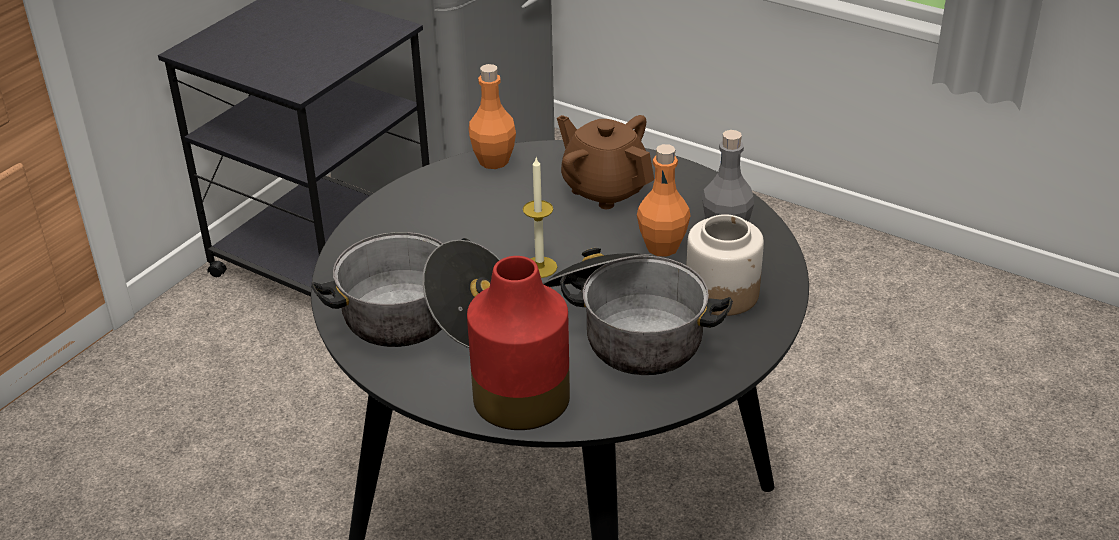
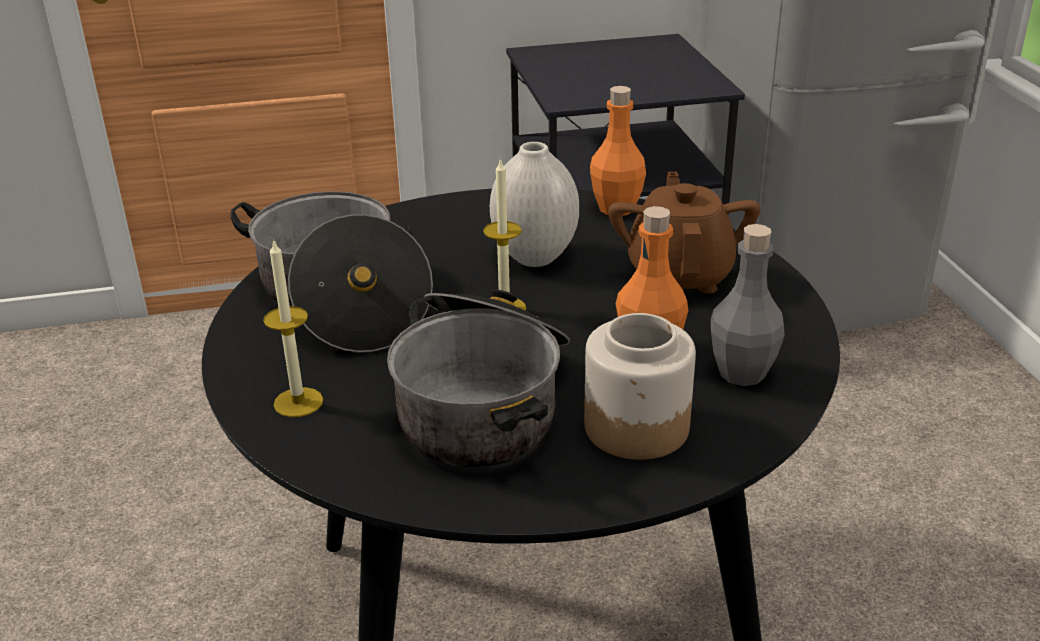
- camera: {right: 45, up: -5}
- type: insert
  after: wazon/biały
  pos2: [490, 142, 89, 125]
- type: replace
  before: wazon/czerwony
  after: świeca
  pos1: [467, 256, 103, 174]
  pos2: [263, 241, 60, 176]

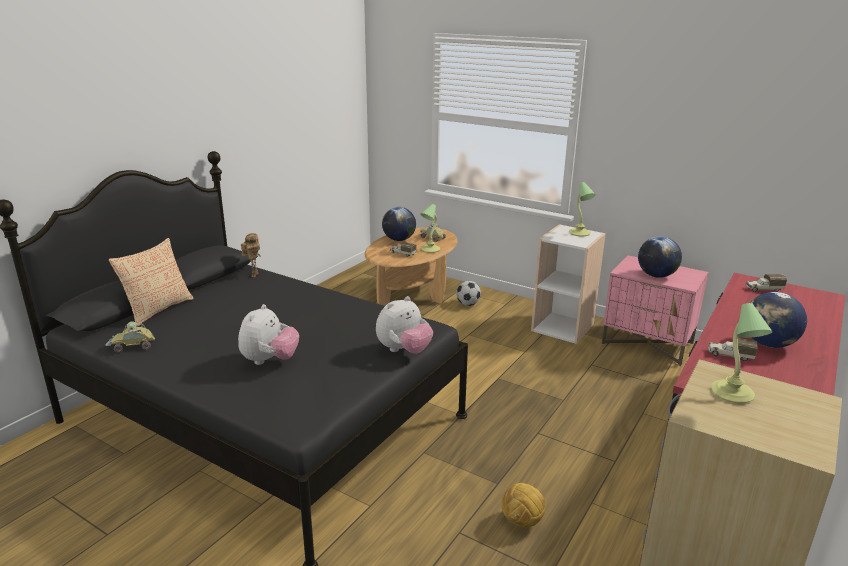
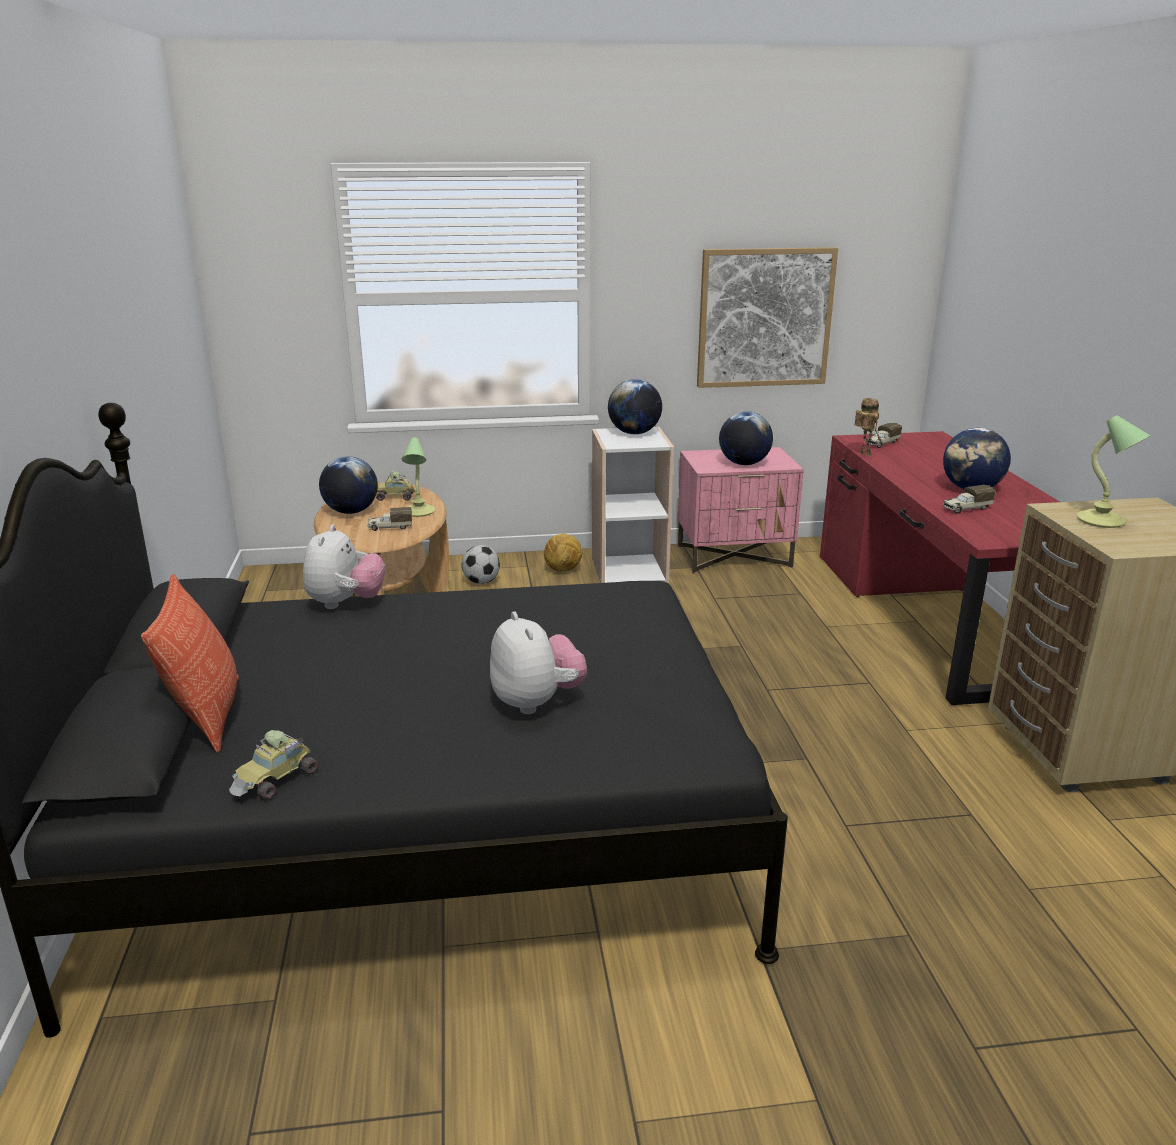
- camera: {right: -40, up: 0}
- type: insert
  after: obraz
  pos2: [697, 247, 141, 141]
- type: move
  before: robot zabawkowy
  pos1: [241, 233, 19, 44]
  pos2: [854, 398, 27, 58]
- type: move
  before: pluszak
  pos1: [376, 296, 57, 58]
  pos2: [303, 525, 82, 84]
- type: move
  before: piłka futbolowa
  pos1: [502, 483, 43, 45]
  pos2: [544, 534, 38, 38]
- type: replace
  before: lampa stołowa
  after: globus
  pos1: [569, 182, 27, 55]
  pos2: [608, 379, 54, 55]
- type: recolor
  before: poduszka/beżowy
  after: poduszka/pomarańczowy
  pos1: [109, 238, 85, 89]
  pos2: [141, 574, 98, 179]

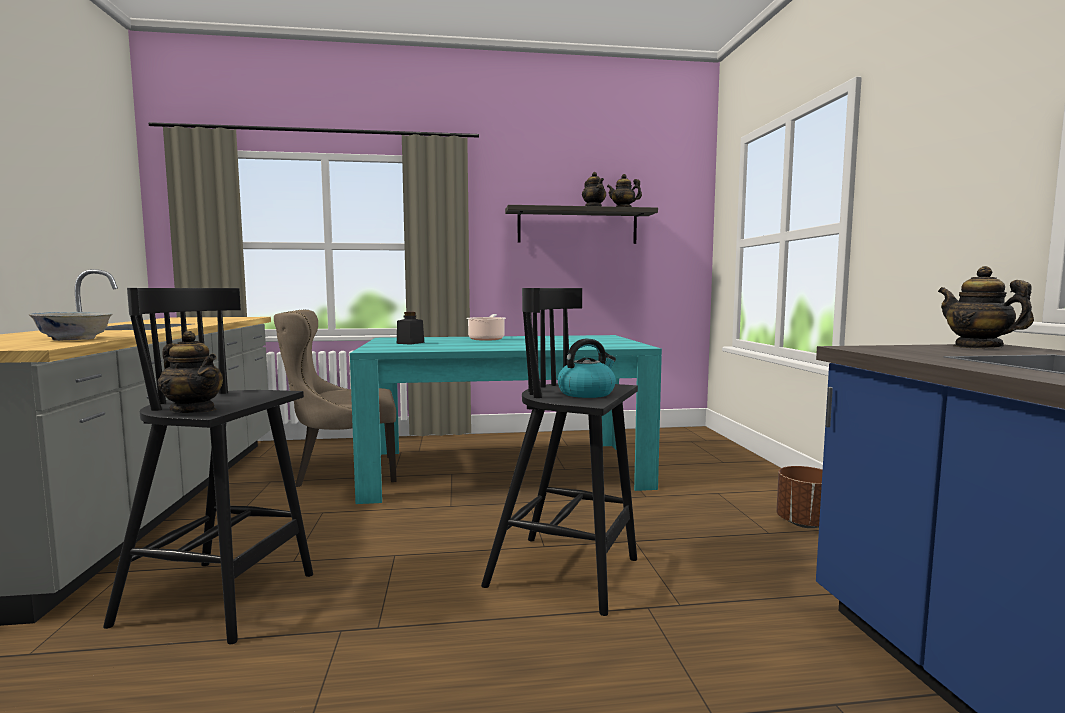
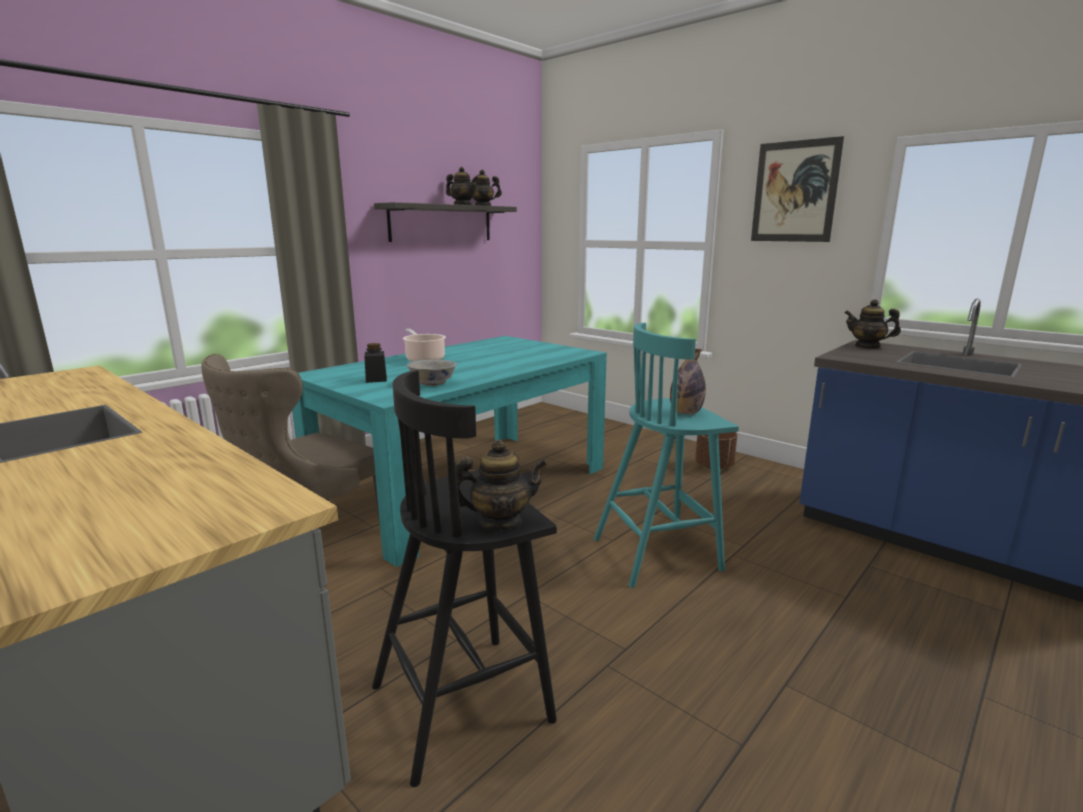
- camera: {right: -40, up: 10}
- type: insert
  after: obraz
  pos2: [751, 136, 93, 106]
- type: move
  before: miska/biały
  pos1: [29, 312, 84, 29]
  pos2: [406, 359, 51, 27]
- type: replace
  before: czajnik
  after: butelka
  pos1: [558, 339, 58, 59]
  pos2: [670, 349, 36, 65]
- type: recolor
  before: stołek/czarny
  after: stołek/turkusowy
  pos1: [481, 288, 157, 328]
  pos2: [594, 323, 145, 265]

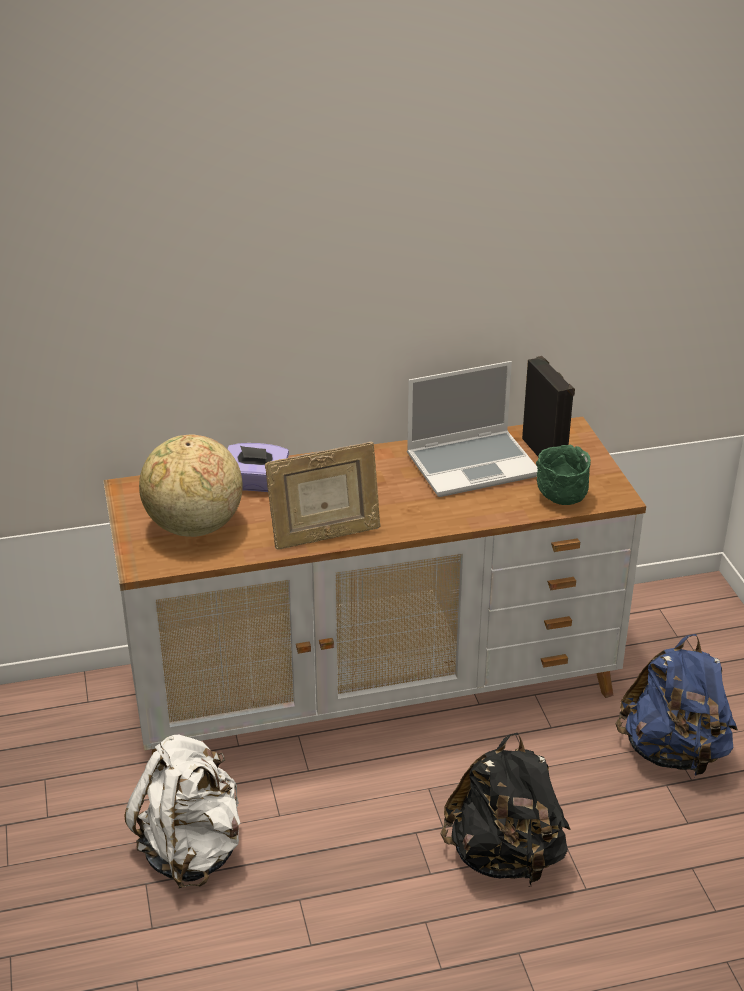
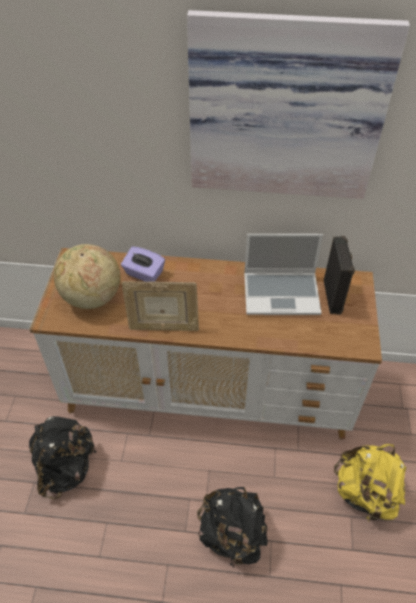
- camera: {right: 20, up: 15}
- type: delete
  before: miska/zielony
  pos1: [536, 445, 55, 60]
- type: insert
  after: obraz
  pos2: [187, 10, 223, 189]
- type: recolor
  before: plecak/biały
  after: plecak/czarny
  pos1: [124, 735, 116, 153]
  pos2: [29, 416, 67, 83]
- type: recolor
  before: plecak/niebieski
  after: plecak/żółty
  pos1: [615, 634, 123, 144]
  pos2: [334, 444, 72, 79]

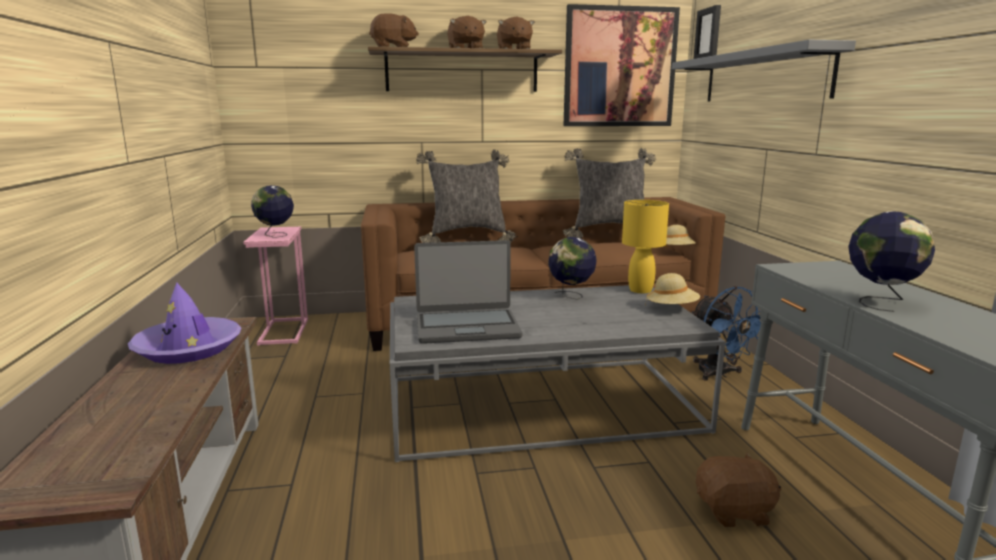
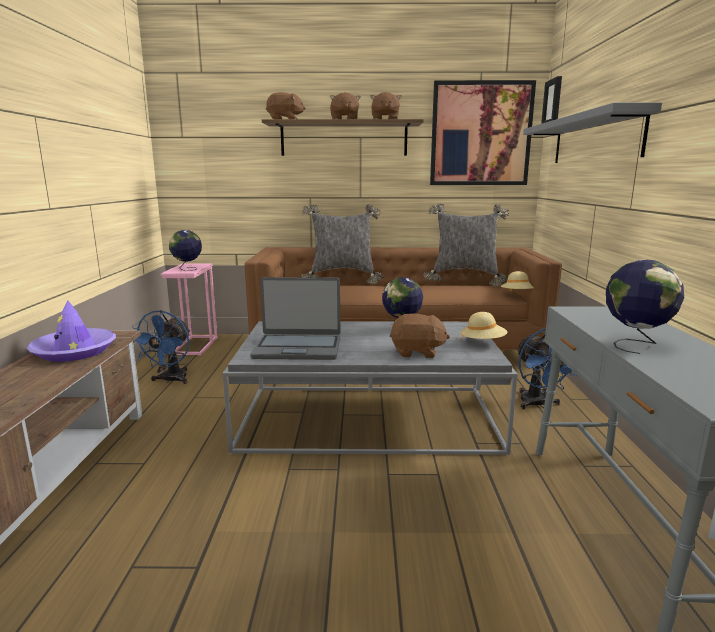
- camera: {right: 10, up: 0}
- type: delete
  before: lampa stołowa/żółty
  pos1: [622, 200, 47, 93]
- type: insert
  after: wentylator/niebieski
  pos2: [132, 310, 58, 74]
- type: move
  before: pluszak/brązowy
  pos1: [695, 453, 86, 74]
  pos2: [390, 314, 60, 44]

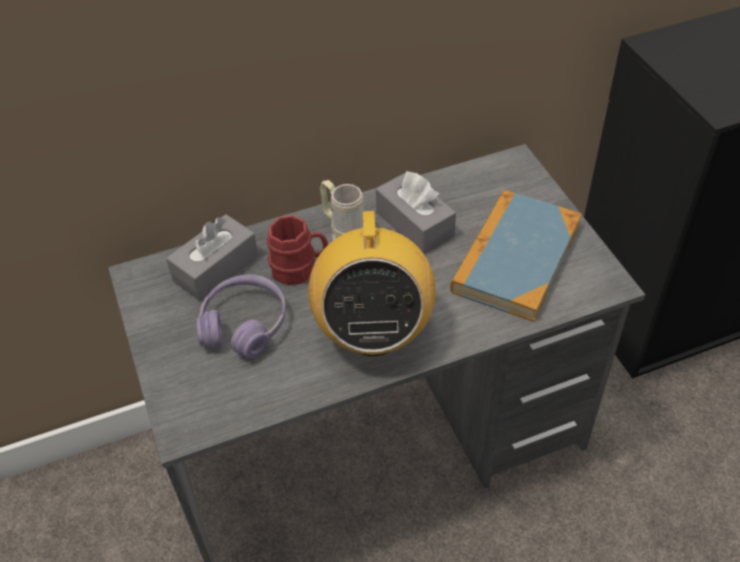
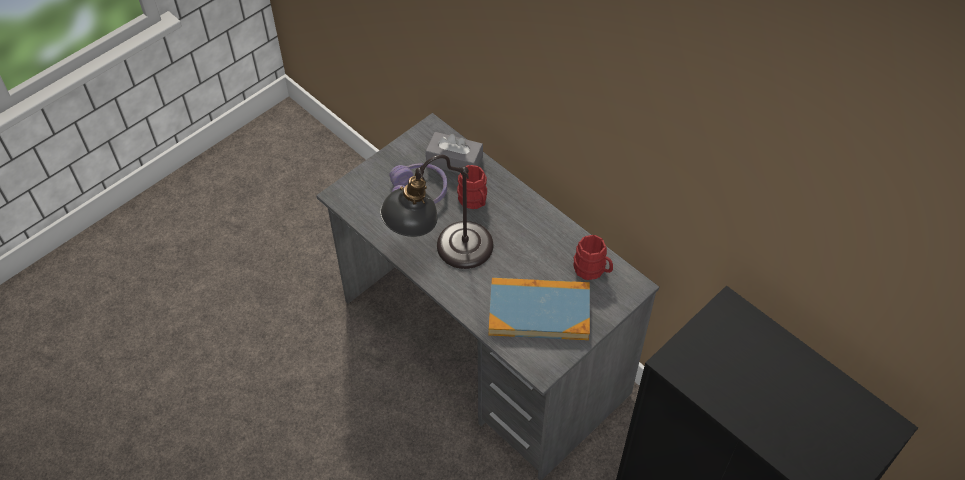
- camera: {right: 65, up: 5}
- type: delete
  before: kubek/beżowy
  pos1: [320, 180, 44, 58]
- type: delete
  before: pudełko chusteczek/szary
  pos1: [376, 171, 80, 83]
- type: insert
  after: kubek/czerwony
  pos2: [574, 235, 39, 45]
- type: replace
  before: radio
  after: lampa stołowa/szary
  pos1: [308, 210, 128, 146]
  pos2: [380, 155, 113, 114]

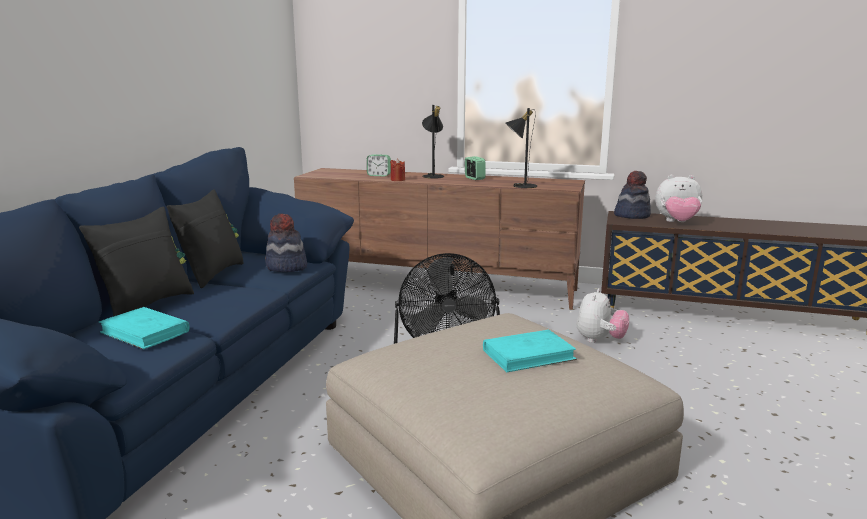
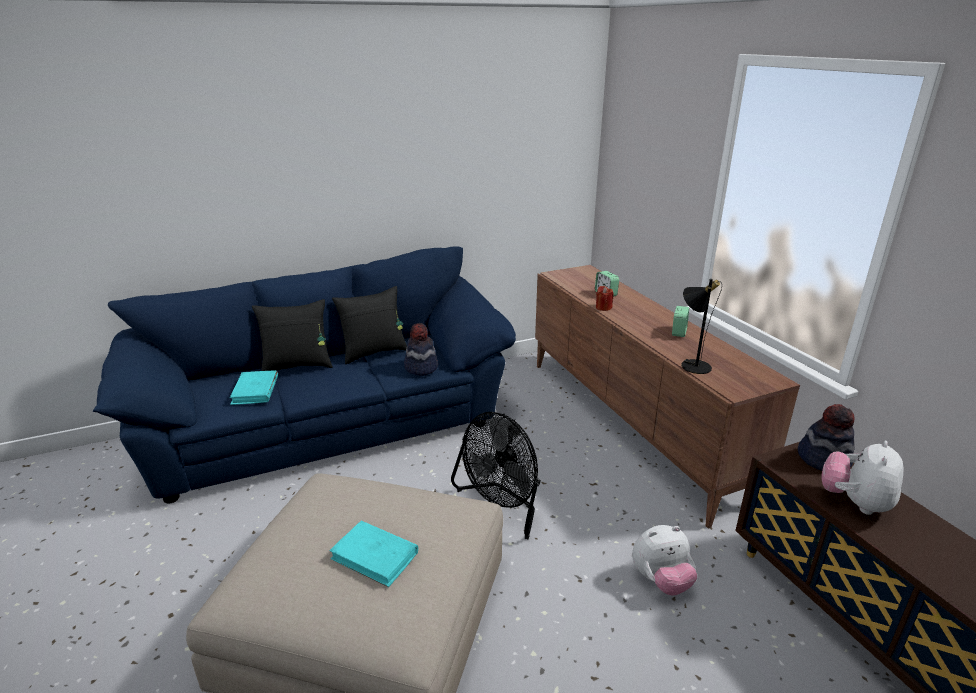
- camera: {right: 50, up: 10}
- type: delete
  before: lampa stołowa/czarny
  pos1: [422, 105, 22, 74]
- type: rotate
  before: pluszak
  pos1: [655, 175, 47, 47]
  pos2: [821, 440, 83, 75]
  turn: 60

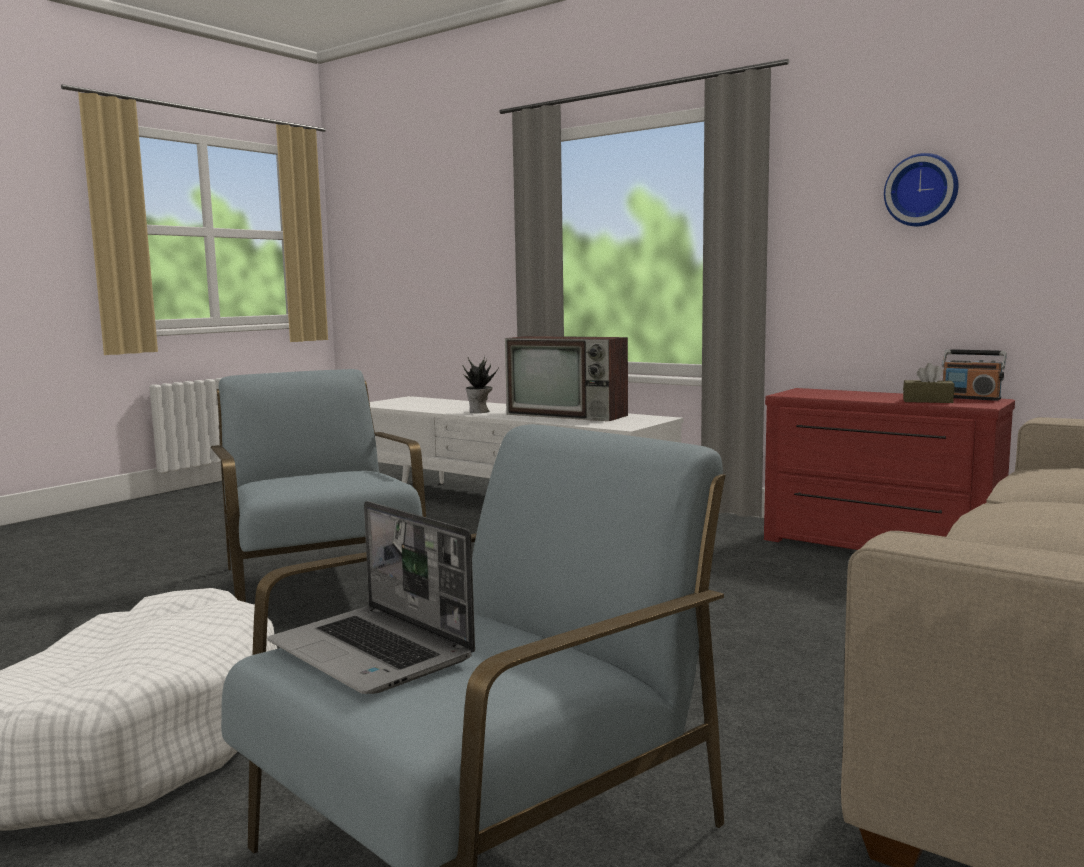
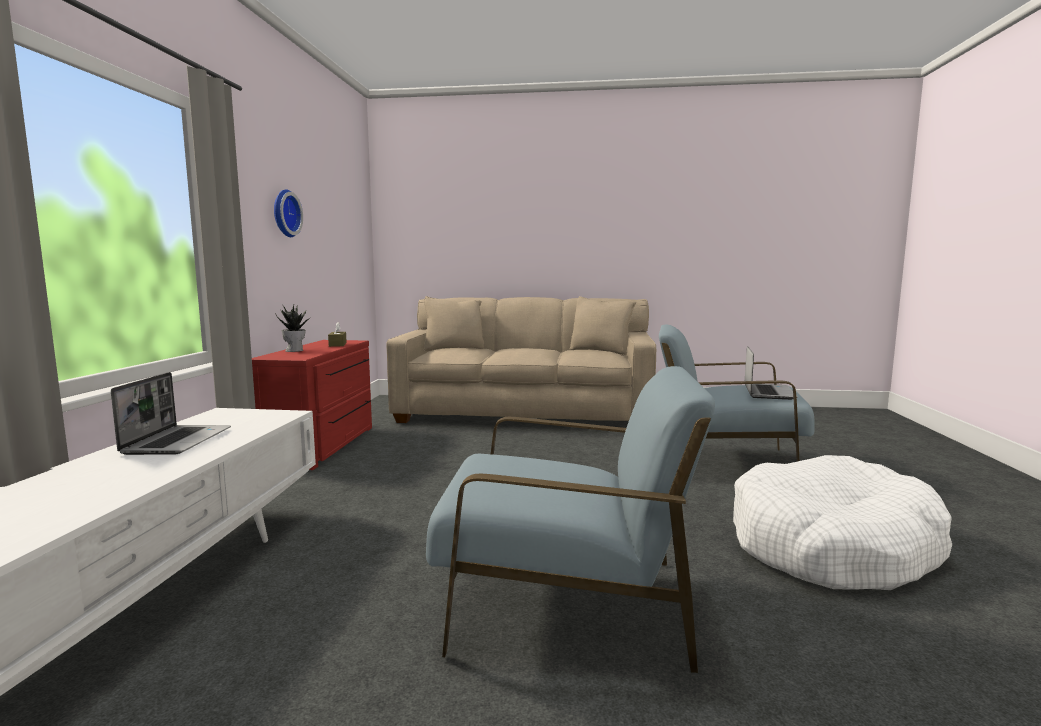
- camera: {right: -120, up: 0}
- type: delete
  before: radio
  pos1: [942, 349, 65, 52]
- type: move
  before: roślina doniczkowa
  pos1: [463, 356, 36, 57]
  pos2: [275, 304, 37, 48]
- type: replace
  before: telewizor
  after: laptop
  pos1: [505, 336, 123, 85]
  pos2: [111, 372, 120, 83]
- type: rotate
  before: fotel/niebieski
  pos1: [211, 369, 215, 233]
  pos2: [426, 366, 289, 307]
  turn: -120

